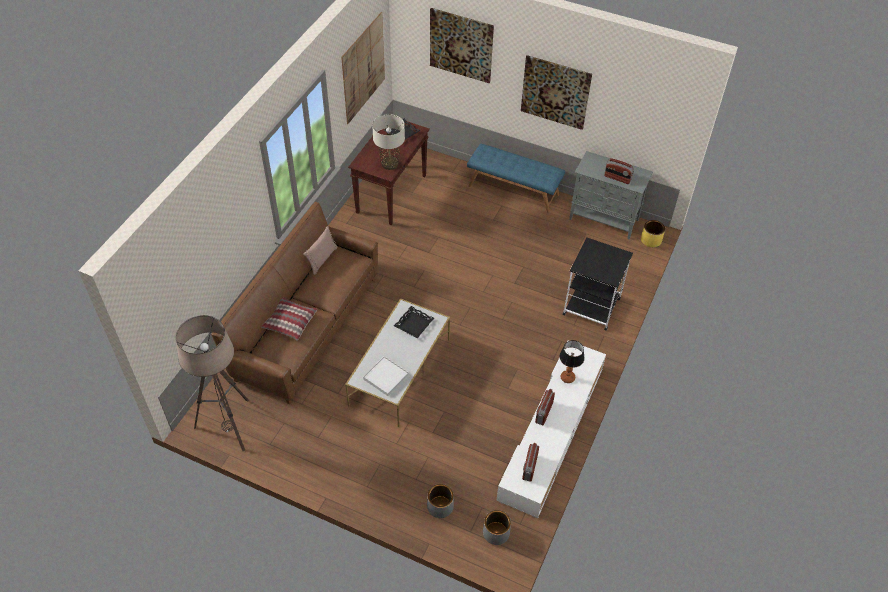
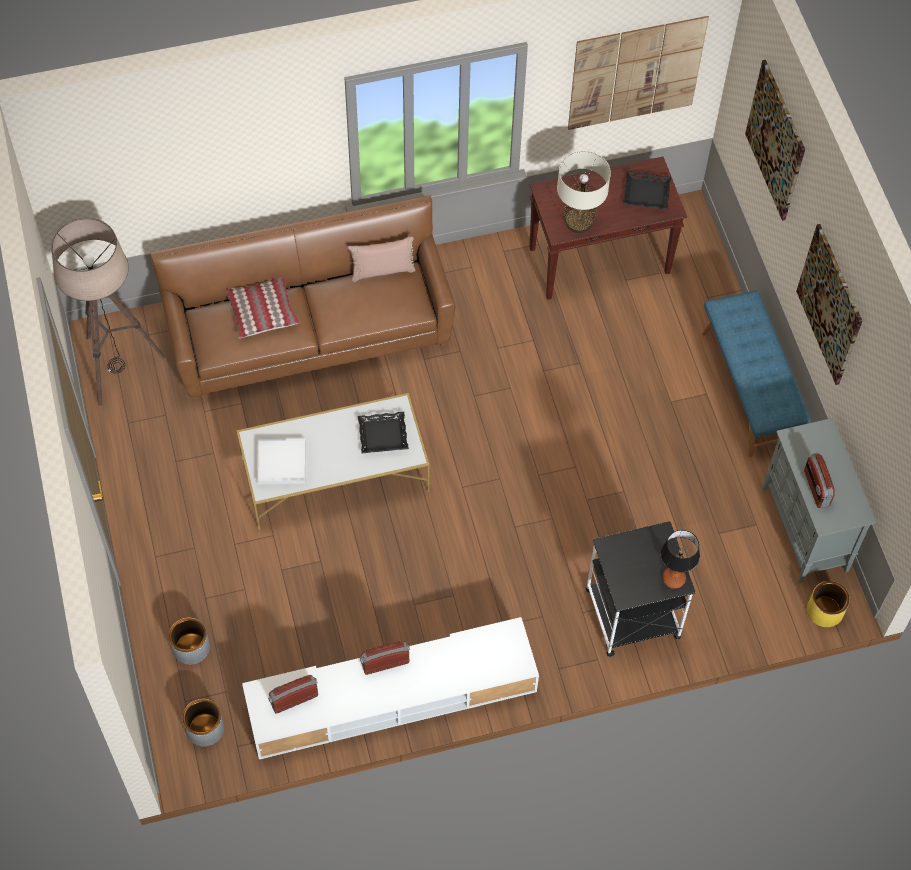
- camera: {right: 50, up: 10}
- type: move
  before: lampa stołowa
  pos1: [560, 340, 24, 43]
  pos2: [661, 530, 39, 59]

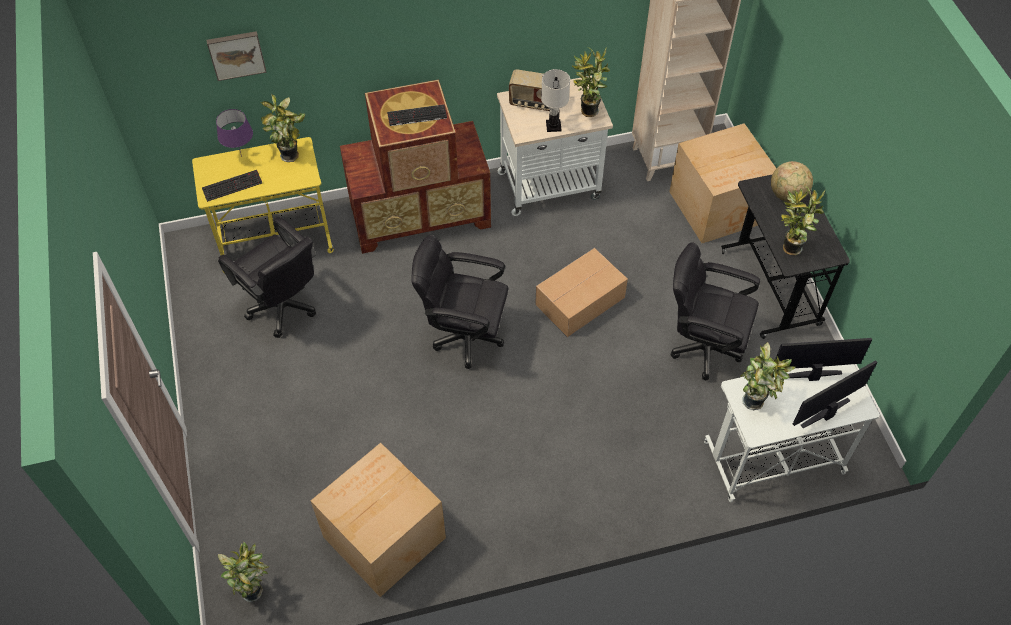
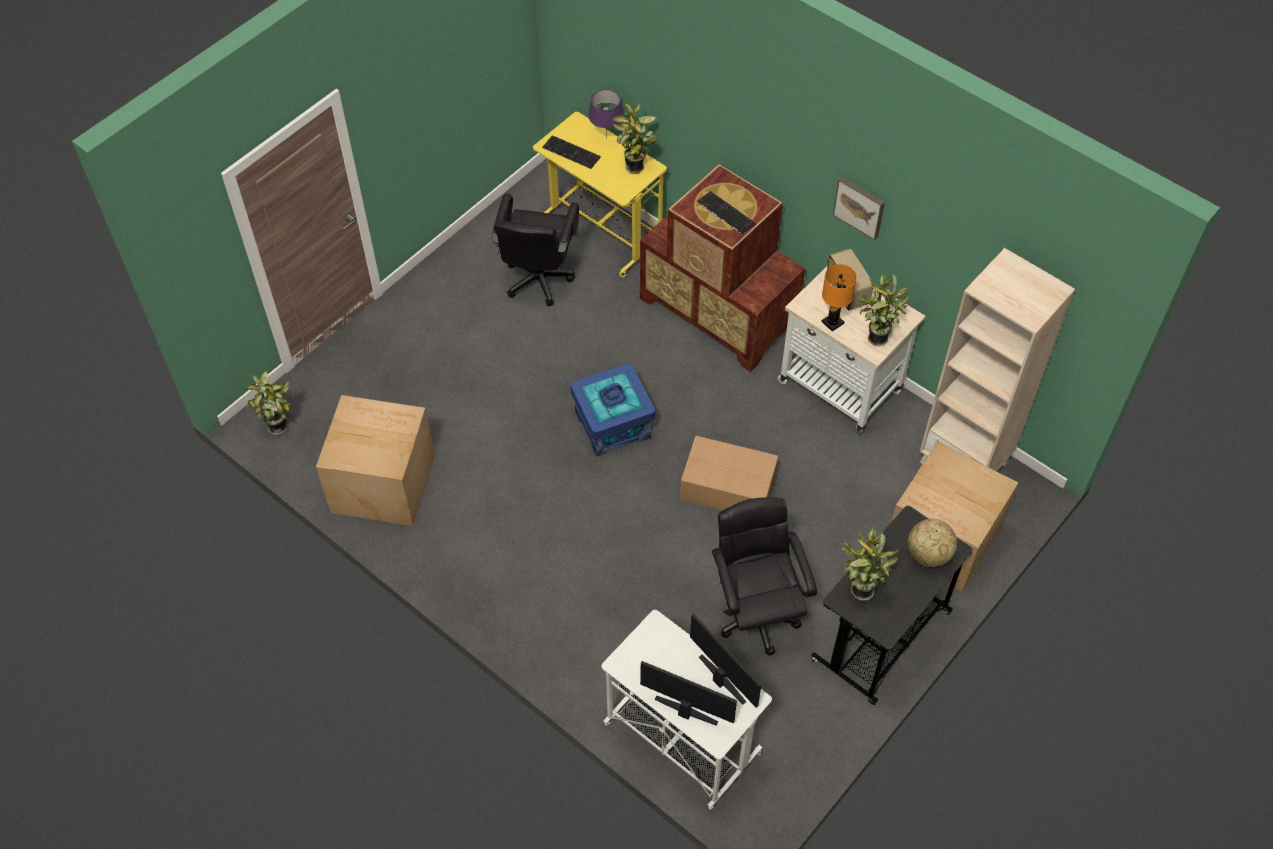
- camera: {right: 55, up: 0}
- type: delete
  before: roślina doniczkowa
  pos1: [741, 342, 54, 68]
- type: move
  before: obraz
  pos1: [206, 31, 61, 50]
  pos2: [833, 177, 52, 63]
- type: replace
  before: krzesło biurowe/czarny
  after: pojemnik do przechowywania/niebieski
  pos1: [412, 235, 97, 134]
  pos2: [570, 363, 85, 94]
- type: recolor
  before: lampa stołowa/biały
  after: lampa stołowa/pomarańczowy
  pos1: [541, 69, 29, 63]
  pos2: [822, 264, 35, 68]

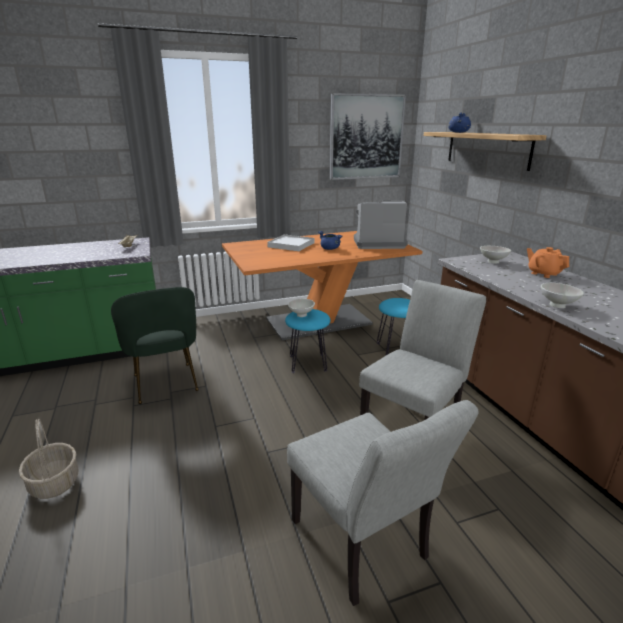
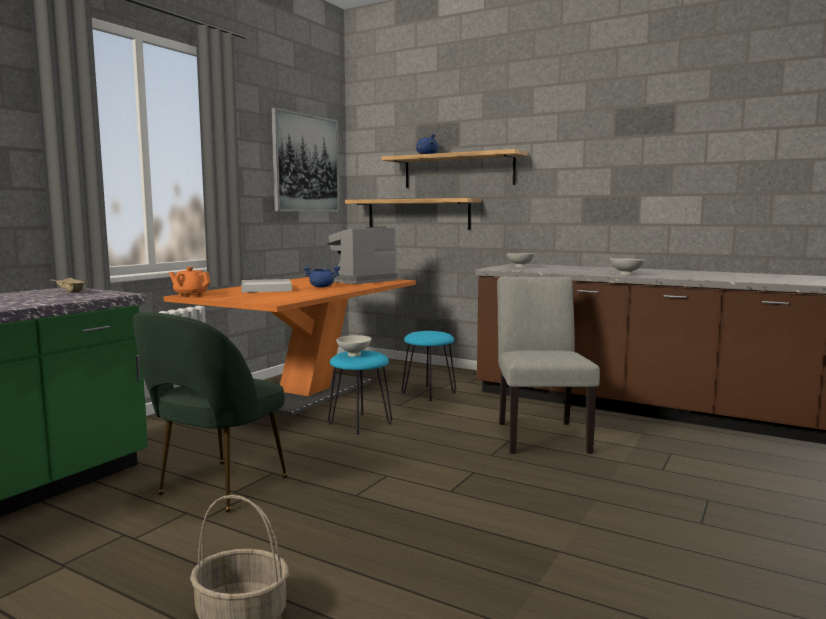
- camera: {right: -40, up: -15}
- type: delete
  before: krzesło/szary
  pos1: [287, 400, 192, 206]
- type: insert
  after: półka
  pos2: [345, 198, 136, 32]
- type: move
  before: imbryk/pomarańczowy
  pos1: [527, 247, 42, 31]
  pos2: [169, 267, 42, 30]
- type: rotate
  before: krzesło/zielony
  pos1: [111, 287, 88, 117]
  pos2: [133, 312, 155, 200]
  turn: 90

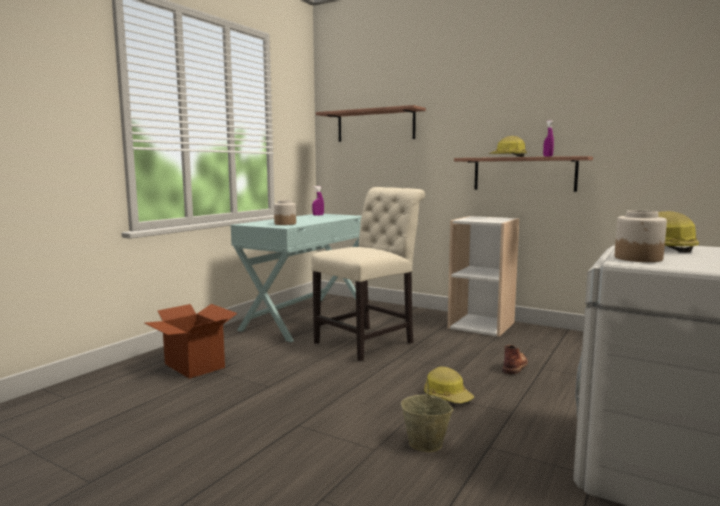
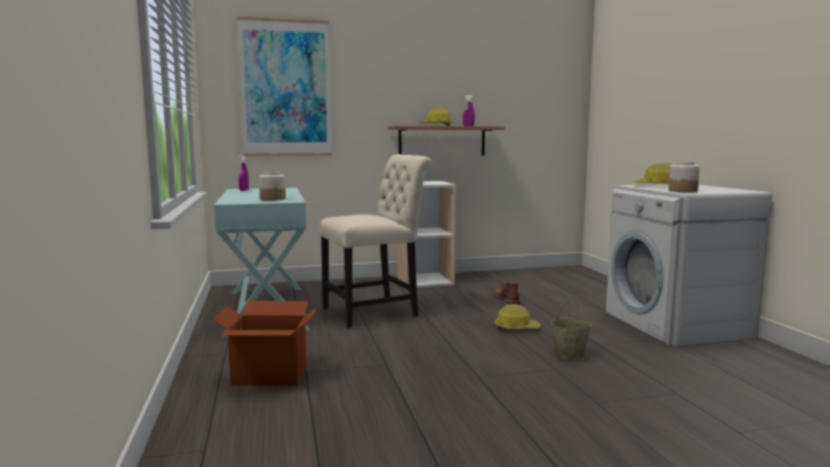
- camera: {right: -45, up: 0}
- type: replace
  before: półka
  after: obraz
  pos1: [316, 105, 110, 37]
  pos2: [237, 17, 95, 139]
- type: rotate
  before: krzesło/beżowy
  pos1: [311, 187, 114, 174]
  pos2: [320, 154, 112, 174]
  turn: 60

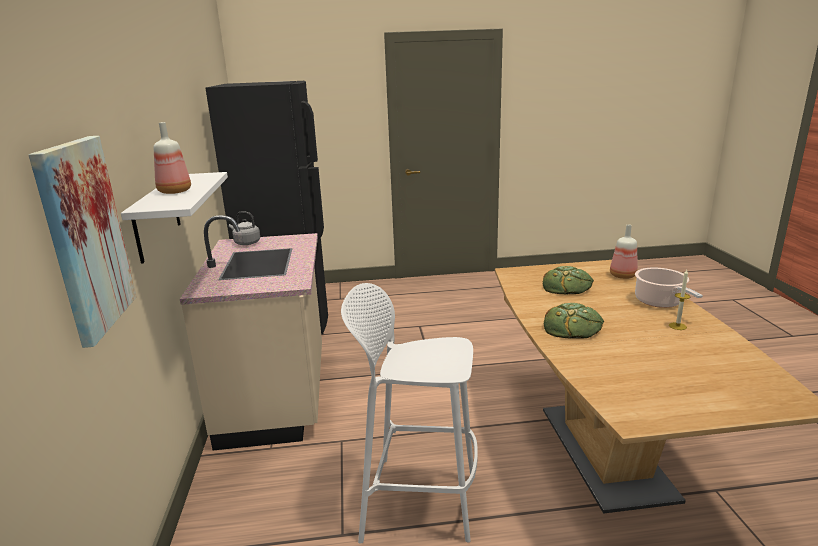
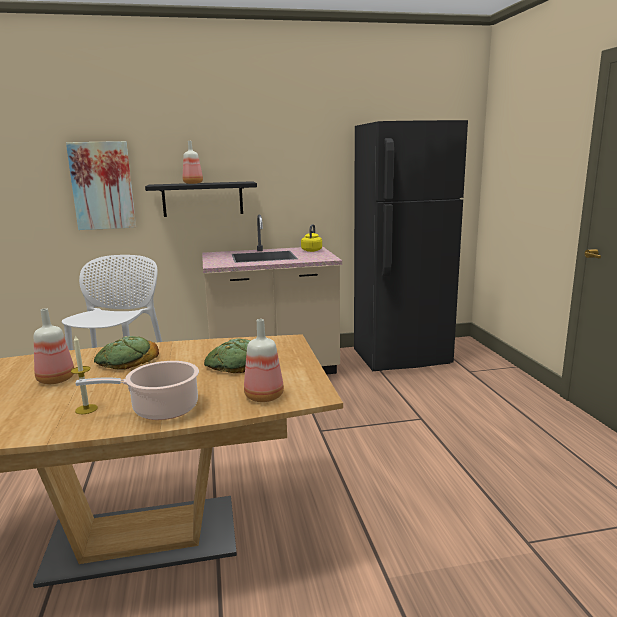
- camera: {right: 85, up: -5}
- type: insert
  after: butelka
  pos2: [34, 308, 40, 76]
- type: recolor
  before: półka/biały
  after: półka/czarny
  pos1: [121, 172, 107, 92]
  pos2: [145, 181, 112, 36]
- type: recolor
  before: czajnik/szary
  after: czajnik/żółty
  pos1: [229, 212, 31, 33]
  pos2: [301, 224, 21, 28]

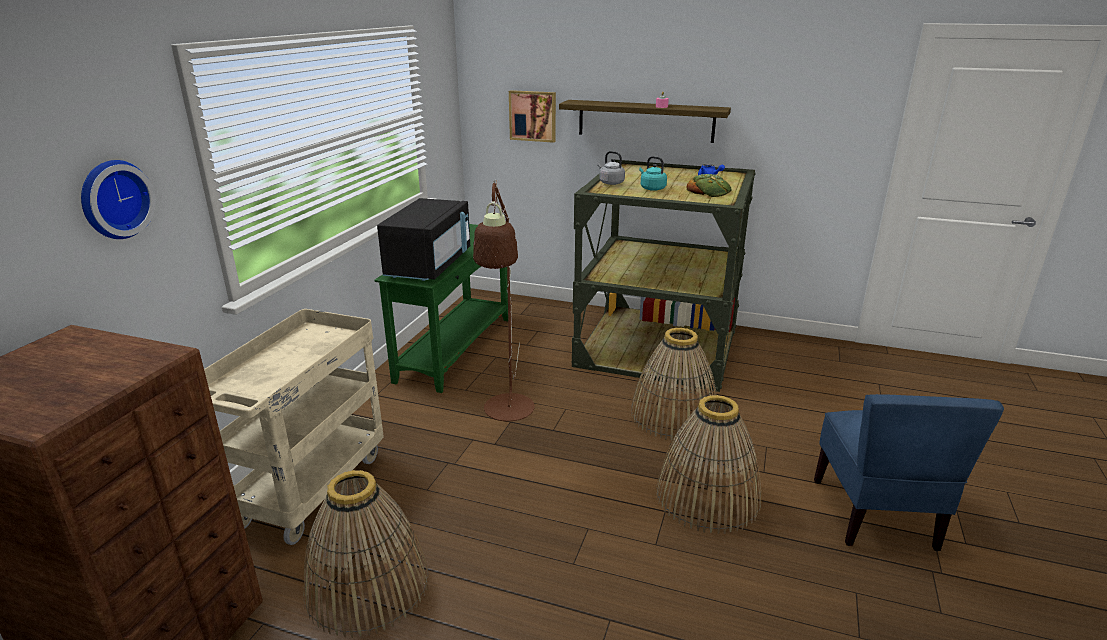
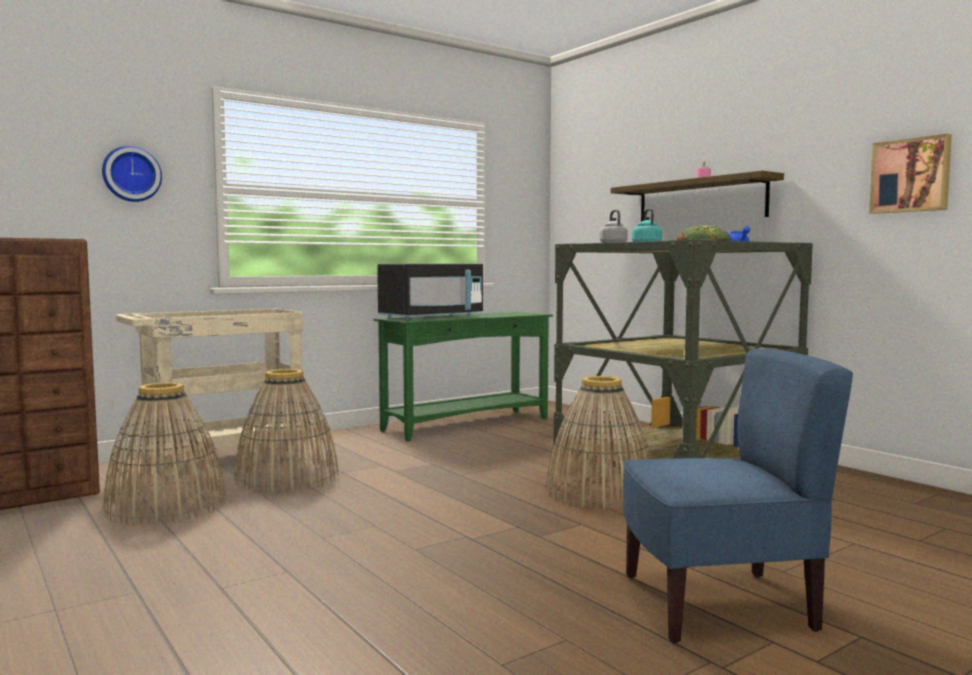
- camera: {right: 35, up: -20}
- type: delete
  before: lampa stojąca/brązowy
  pos1: [473, 180, 62, 241]
- type: move
  before: obraz
  pos1: [509, 90, 47, 53]
  pos2: [869, 134, 83, 80]
- type: move
  before: koszyk
  pos1: [656, 395, 105, 139]
  pos2: [234, 369, 105, 124]
- type: rotate
  before: krzesło/niebieski
  pos1: [814, 394, 190, 157]
  pos2: [623, 348, 230, 295]
  turn: -135

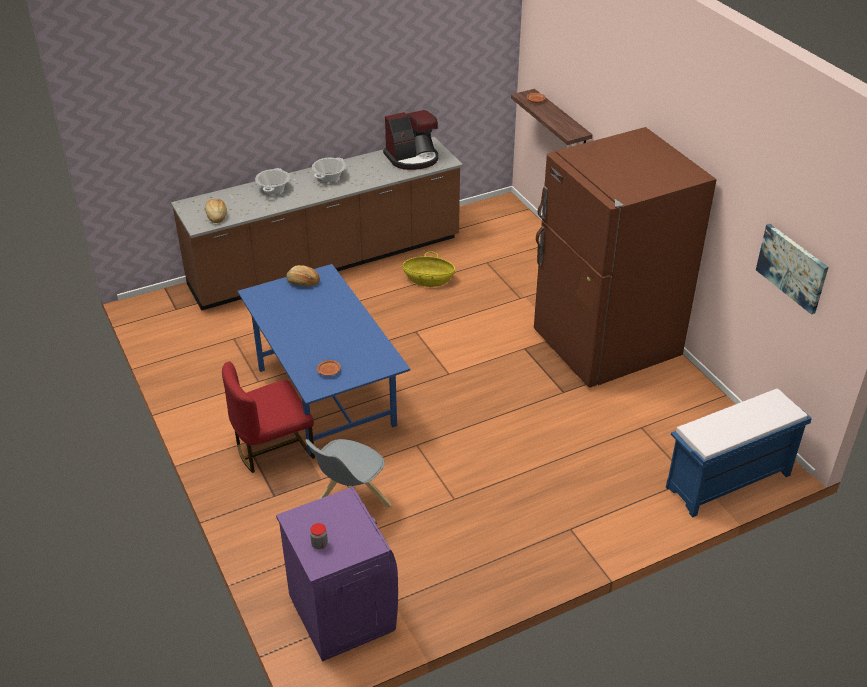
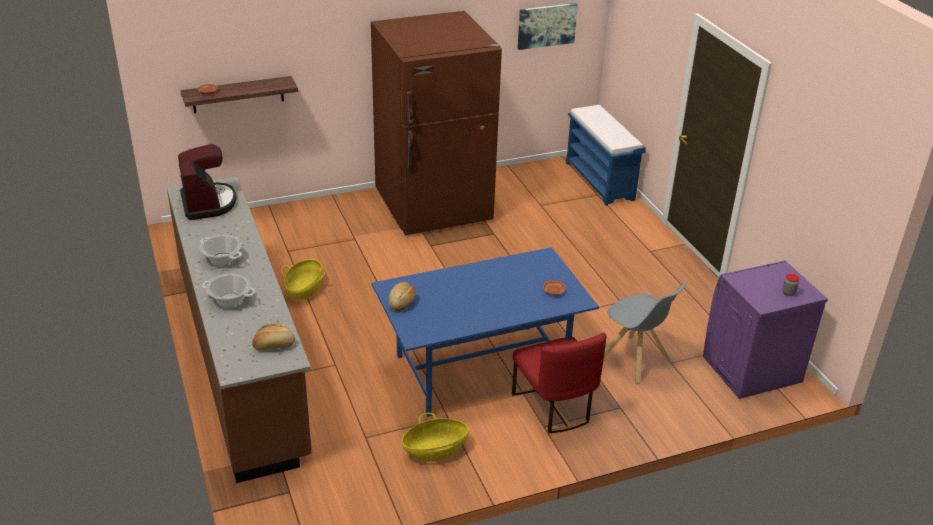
- camera: {right: -85, up: -5}
- type: insert
  after: koszyk
  pos2: [402, 413, 67, 49]

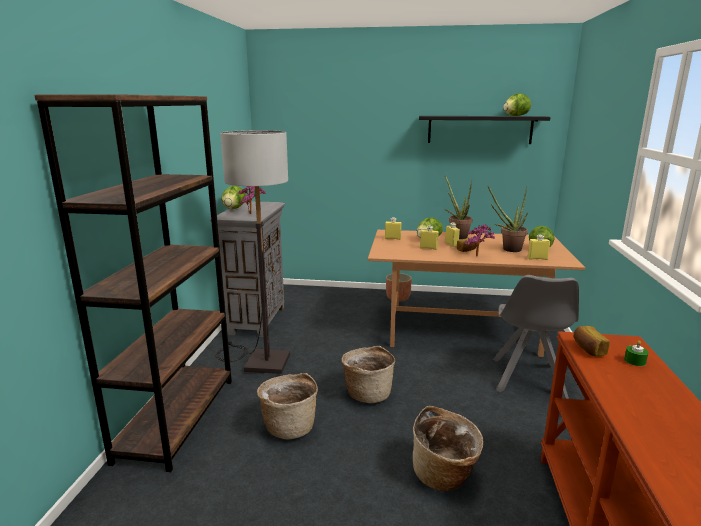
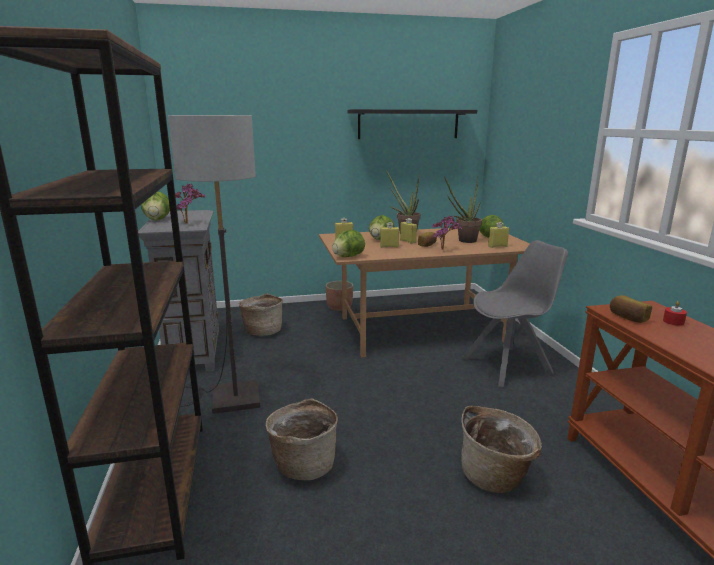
- camera: {right: -20, up: 0}
- type: move
  before: koszyk
  pos1: [342, 346, 53, 57]
  pos2: [239, 293, 44, 43]
- type: move
  before: sałata
  pos1: [503, 93, 28, 23]
  pos2: [332, 230, 33, 27]
- type: recolor
  before: świeca/zielony
  after: świeca/czerwony
  pos1: [624, 341, 25, 25]
  pos2: [663, 301, 24, 25]
- type: rotate
  before: krzesło/szary
  pos1: [493, 275, 86, 124]
  pos2: [461, 240, 107, 147]
  turn: -105

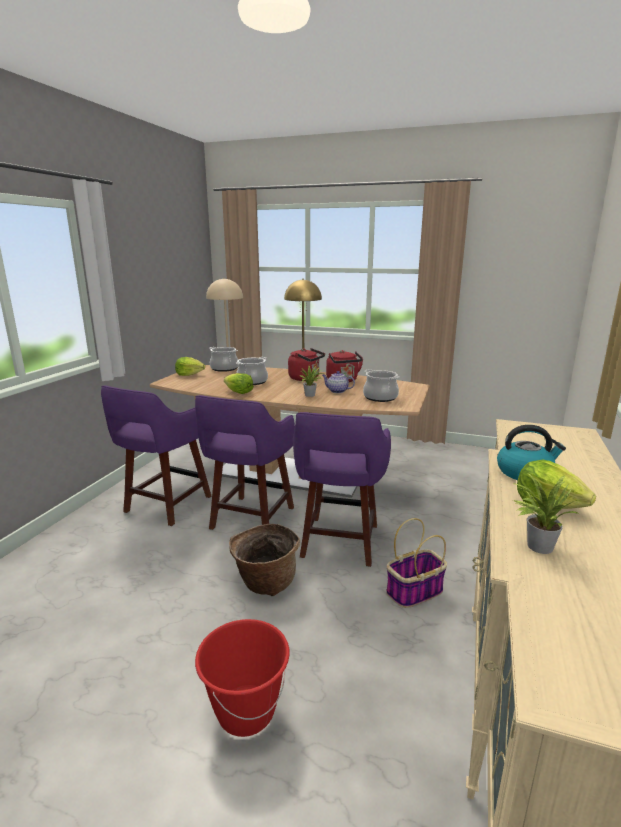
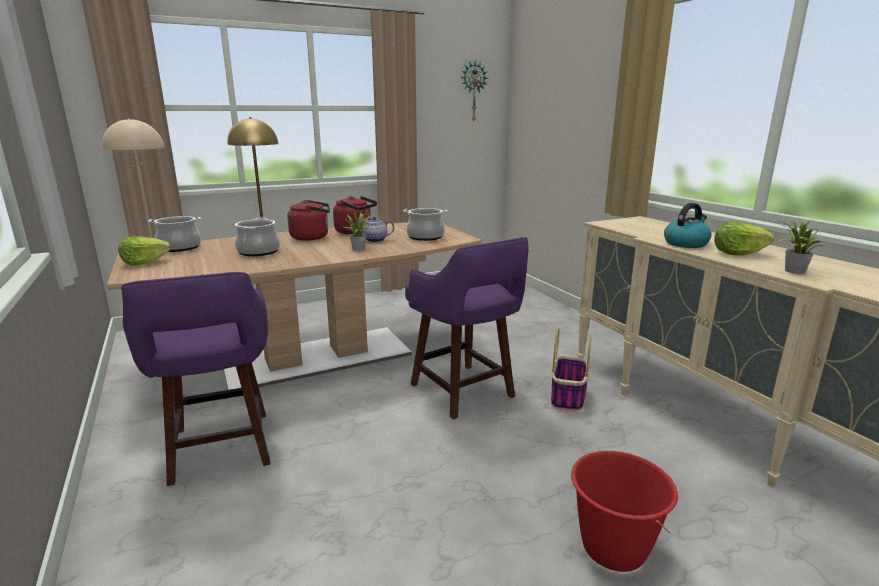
- camera: {right: -45, up: 0}
- type: delete
  before: stołek/fioletowy
  pos1: [195, 395, 100, 135]
- type: delete
  before: sałata
  pos1: [224, 373, 30, 21]
- type: delete
  before: koszyk
  pos1: [229, 524, 71, 72]
- type: insert
  after: zegar ścienny
  pos2: [461, 60, 27, 61]

